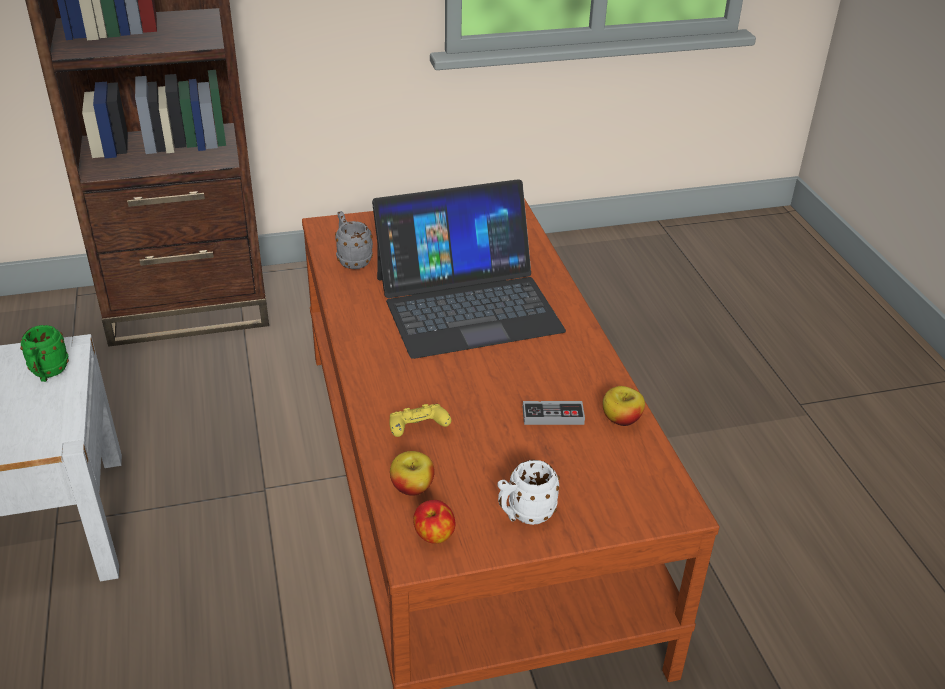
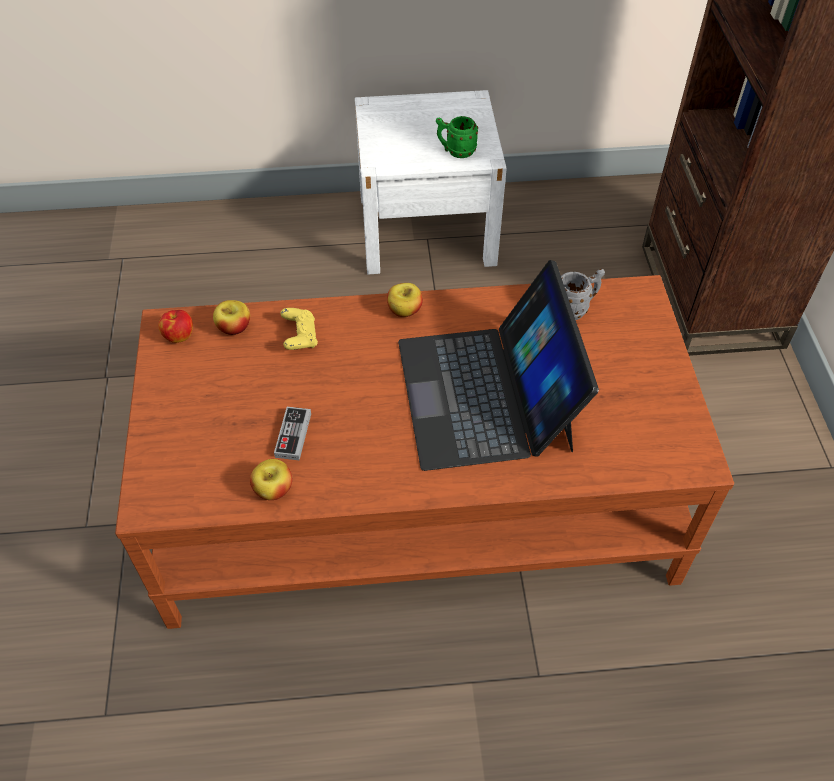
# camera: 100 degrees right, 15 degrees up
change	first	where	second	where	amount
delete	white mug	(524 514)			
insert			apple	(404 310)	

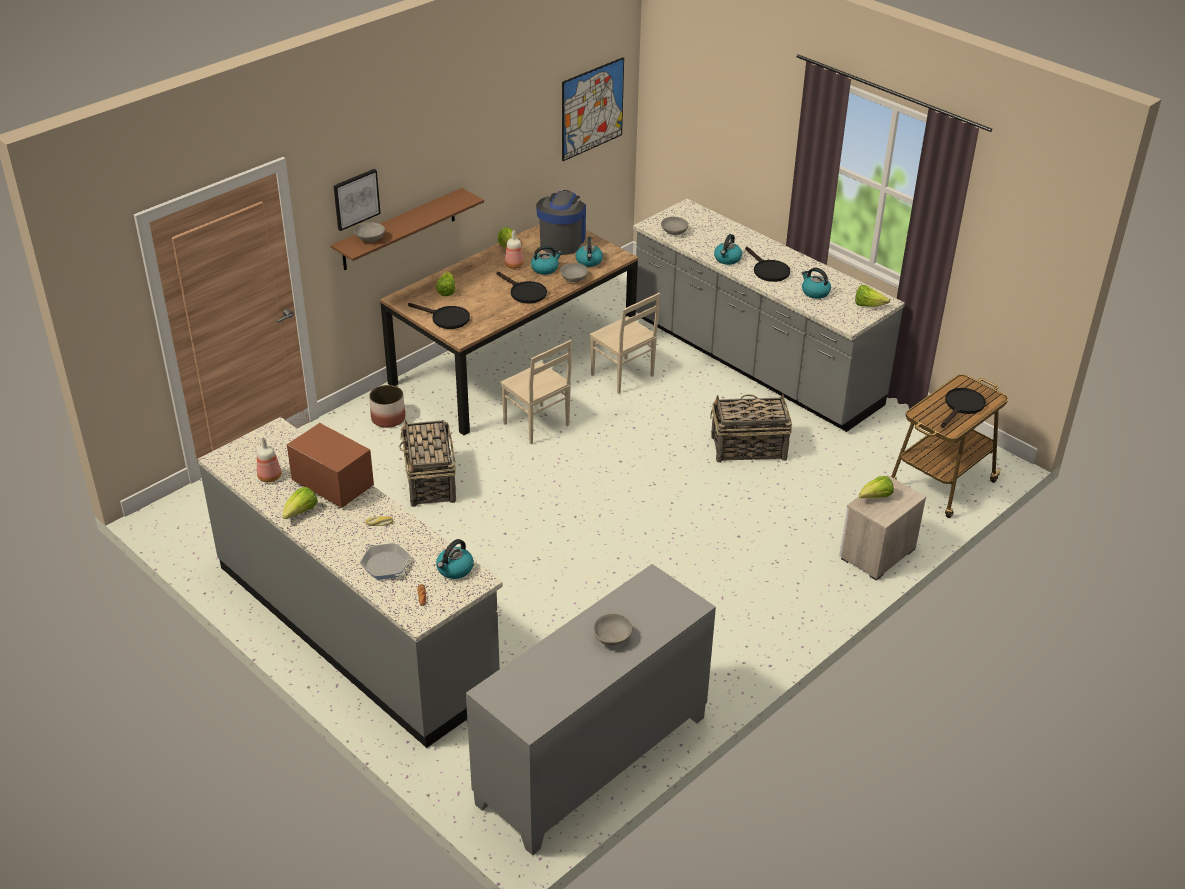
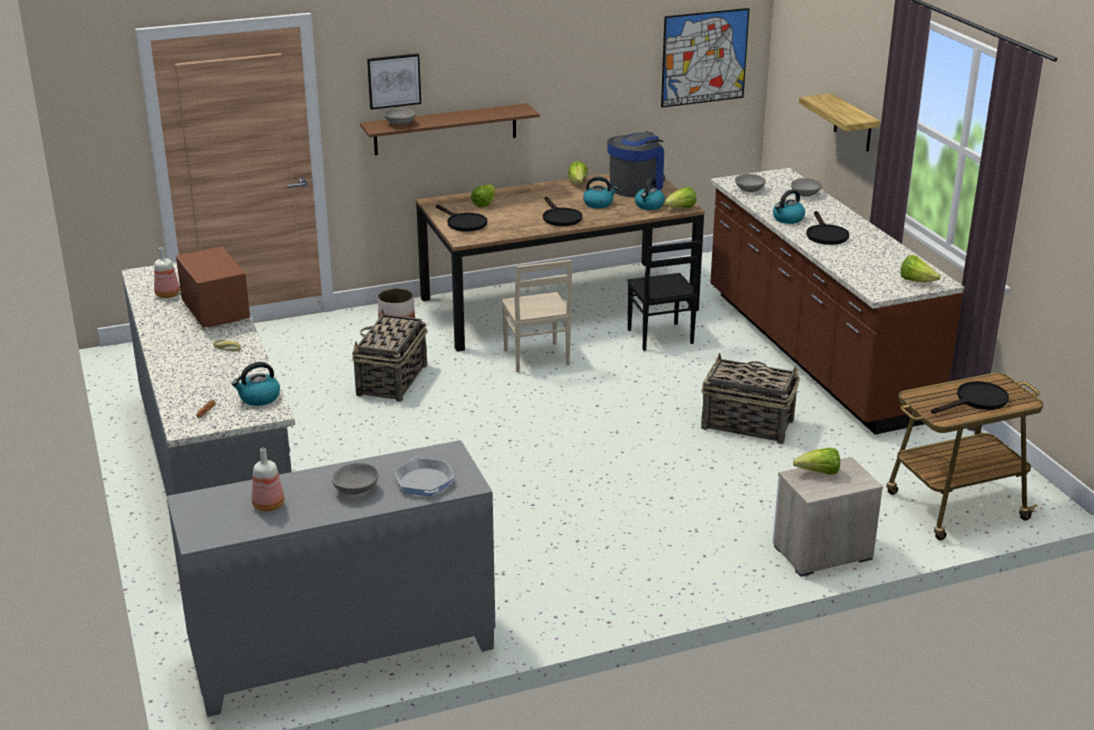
# camera: 25 degrees right, 10 degrees down
change	first	where	second	where	amount
move	lettuce	(301 513)		(680 208)	
move	frying pan	(385 565)		(424 482)	
move	bottle	(514 265)		(267 506)	
move	grey bowl	(574 279)		(805 194)	
recolor	beige chair	(622 376)	black chair	(659 337)	
recolor	grey counter	(753 363)	brown counter	(814 354)	
delete	kettle	(815 292)			
insert			shelf	(853 123)	

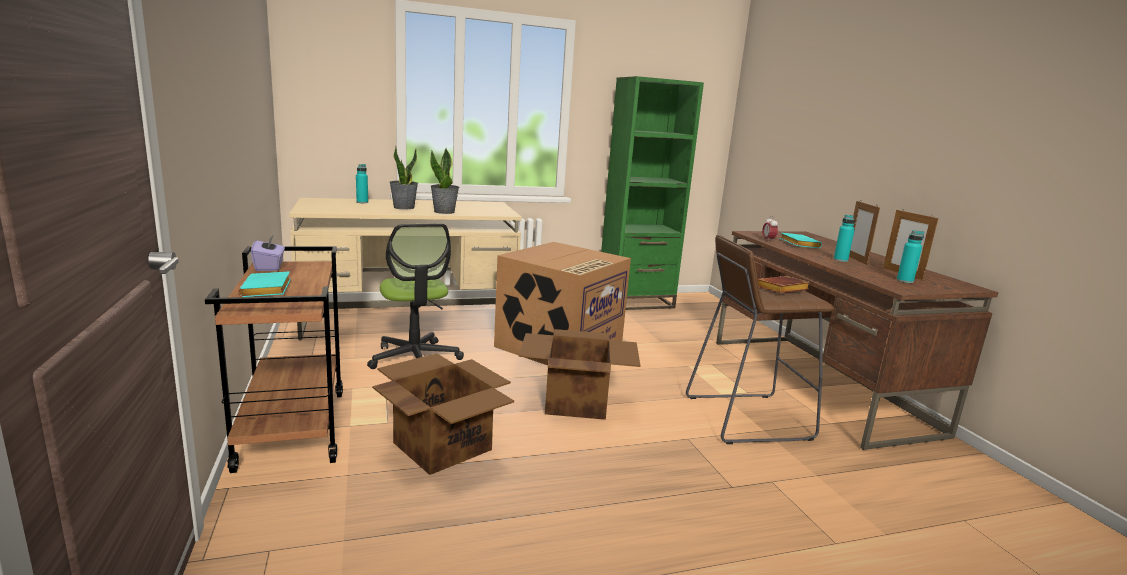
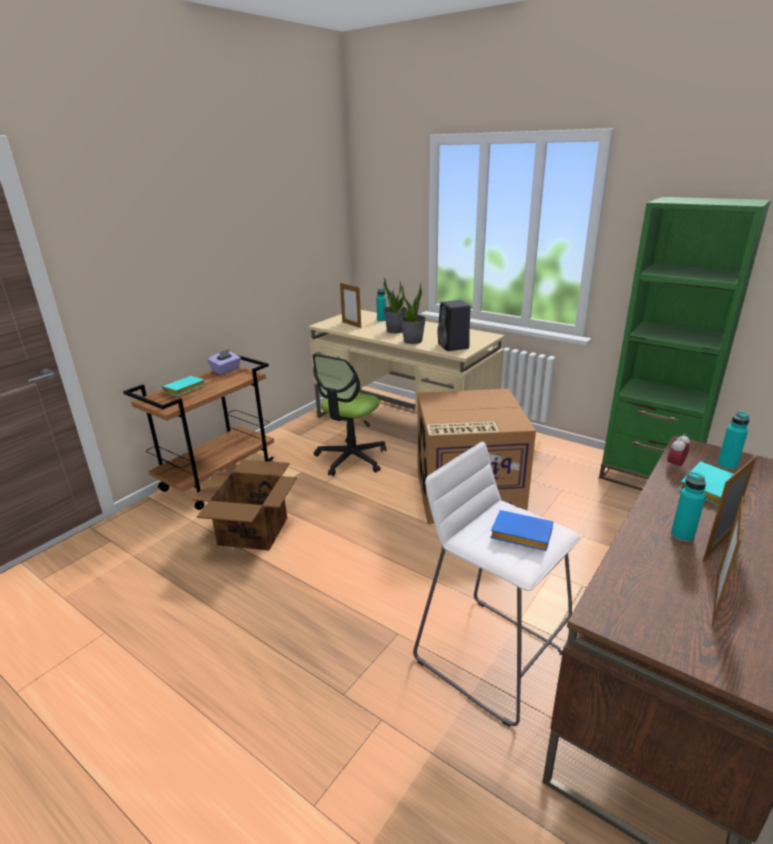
# camera: 55 degrees right, 10 degrees up
change	first	where	second	where	amount
delete	cardboard box	(574 402)			
recolor	brown stool	(746 417)	white stool	(491 655)	
recolor	brown book	(781 289)	blue book	(519 535)	
move	turquoise bottle	(904 281)		(726 466)	
insert			picture frame	(351 325)	
insert			black speaker	(454 346)	

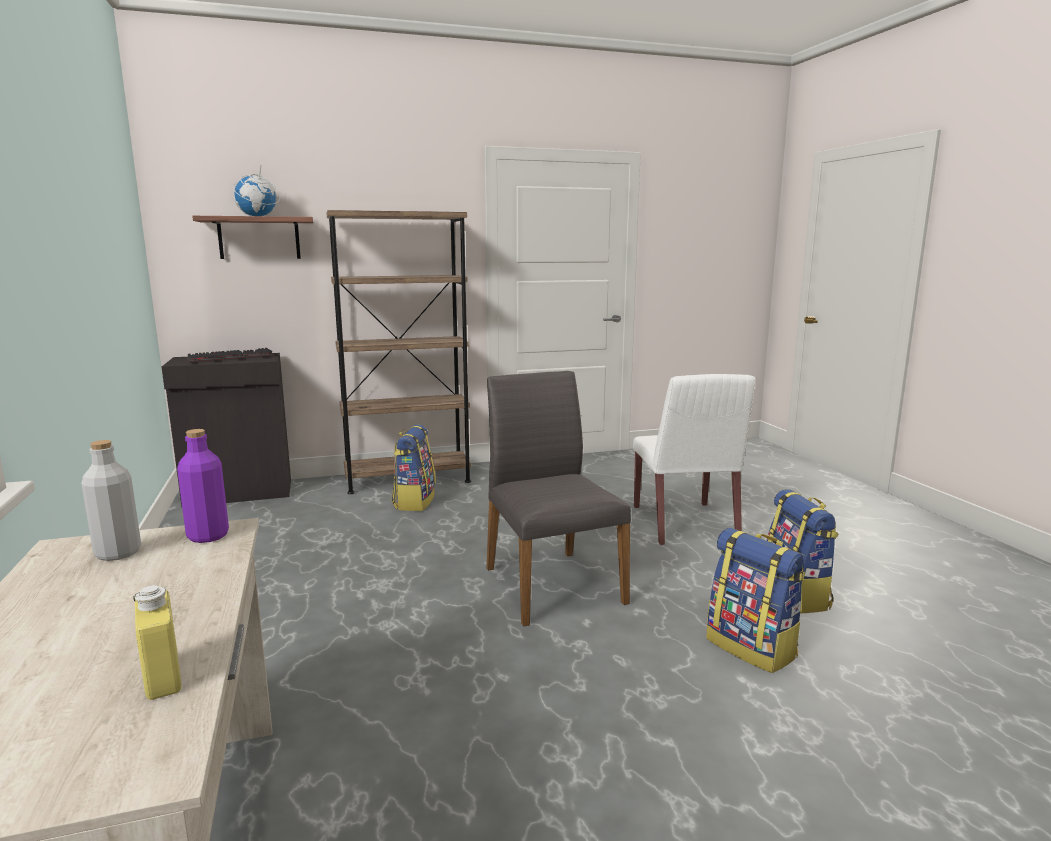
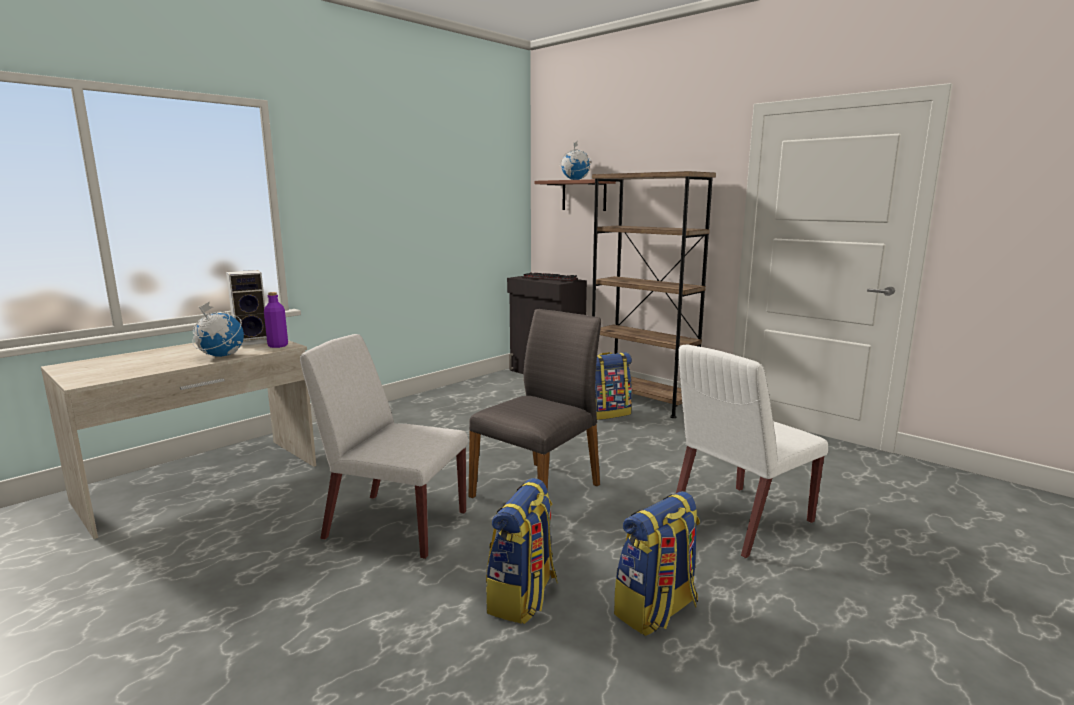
# camera: 60 degrees right, 0 degrees up
change	first	where	second	where	amount
replace	grey bottle	(118 553)	speaker	(253 341)	
delete	yellow bottle	(162 677)			
insert			globe	(221 356)	
insert			white chair	(394 525)	

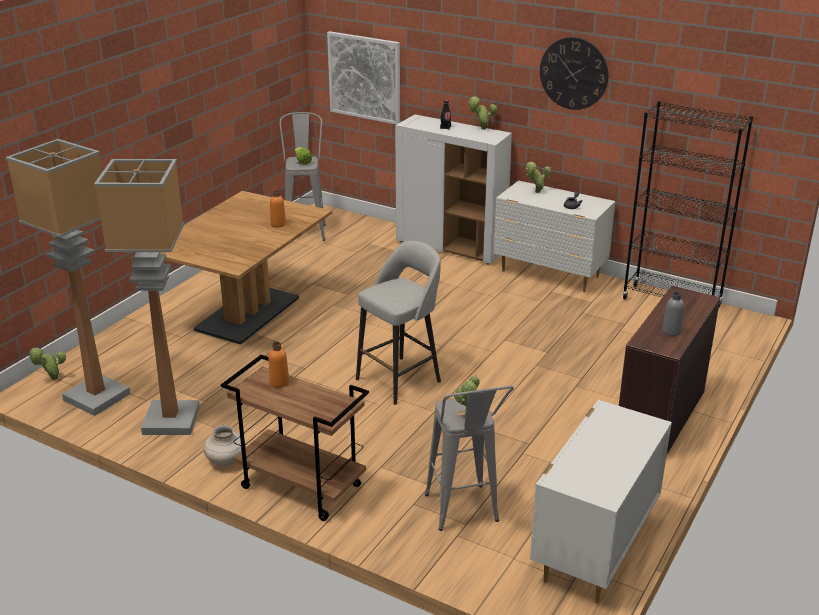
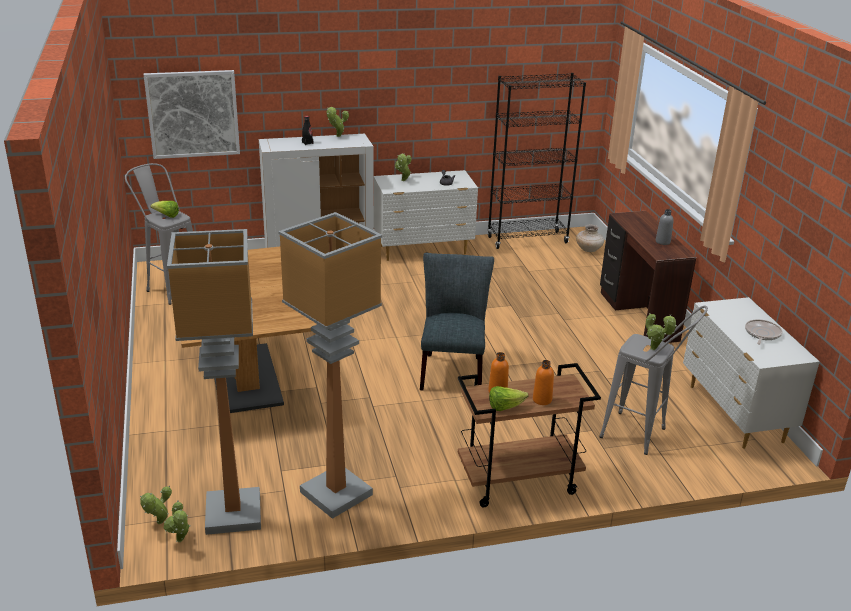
# camera: 45 degrees left, 0 degrees up
change	first	where	second	where	amount
move	beige vase	(226 461)		(589 250)	
move	orange bottle	(278 224)		(542 400)	
replace	grey stool	(400 379)	grey chair	(452 370)	
delete	wall clock	(574 73)			
insert			potted plant	(180 541)	
insert			lettuce	(505 407)	
insert			frying pan	(762 334)	

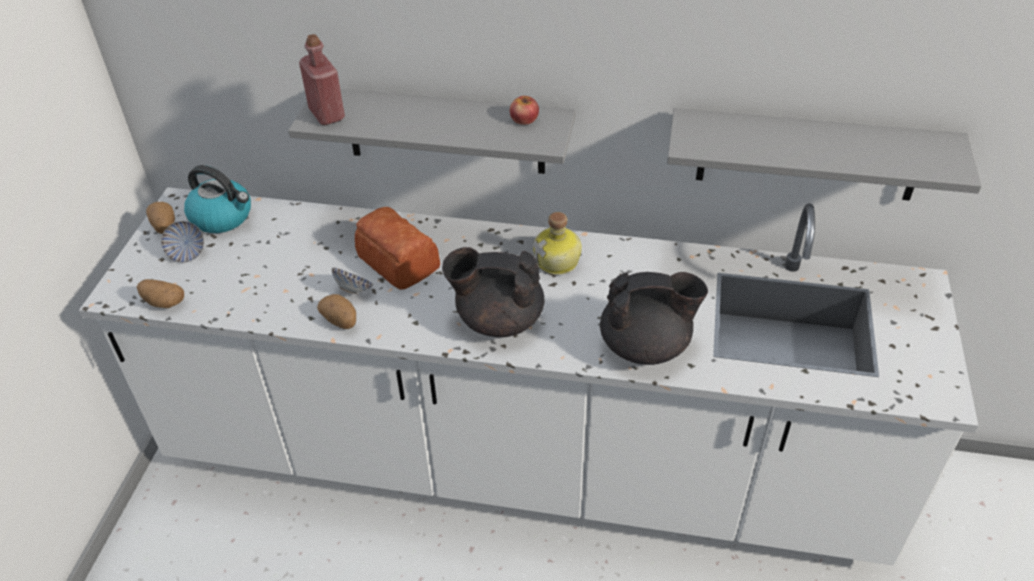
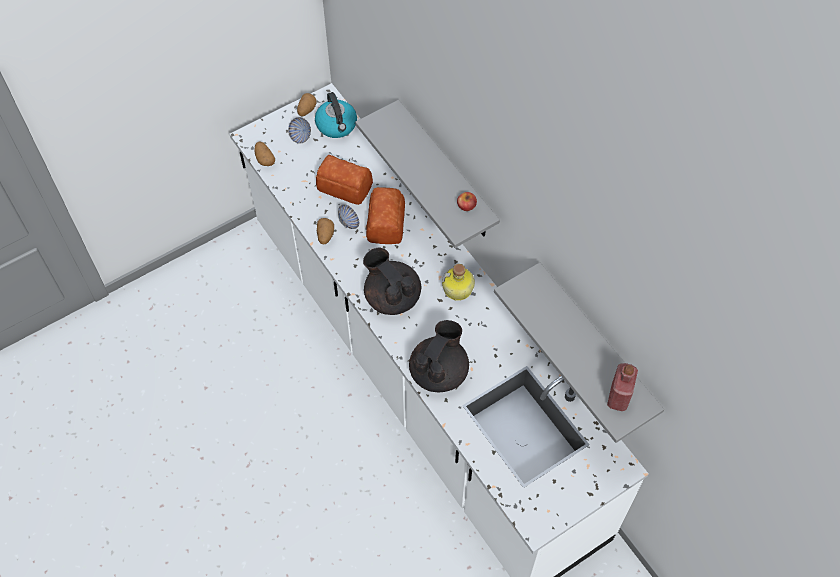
# camera: 45 degrees right, 15 degrees up
change	first	where	second	where	amount
move	red bottle	(327 114)		(618 397)	
rotate	black teapot	(646 346)		(439 372)	105 degrees counterclockwise
insert			bread	(345 187)	

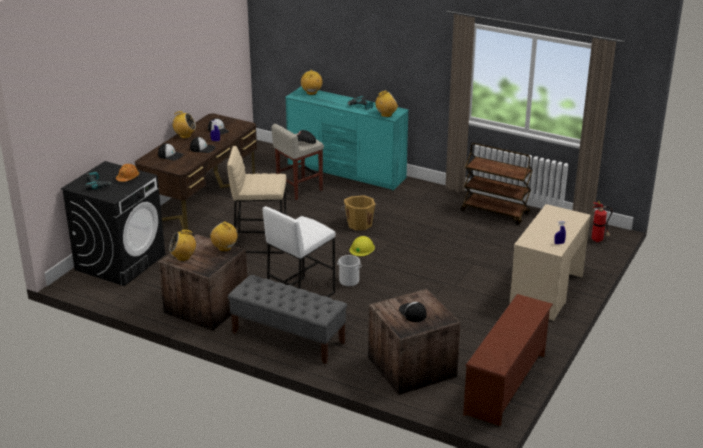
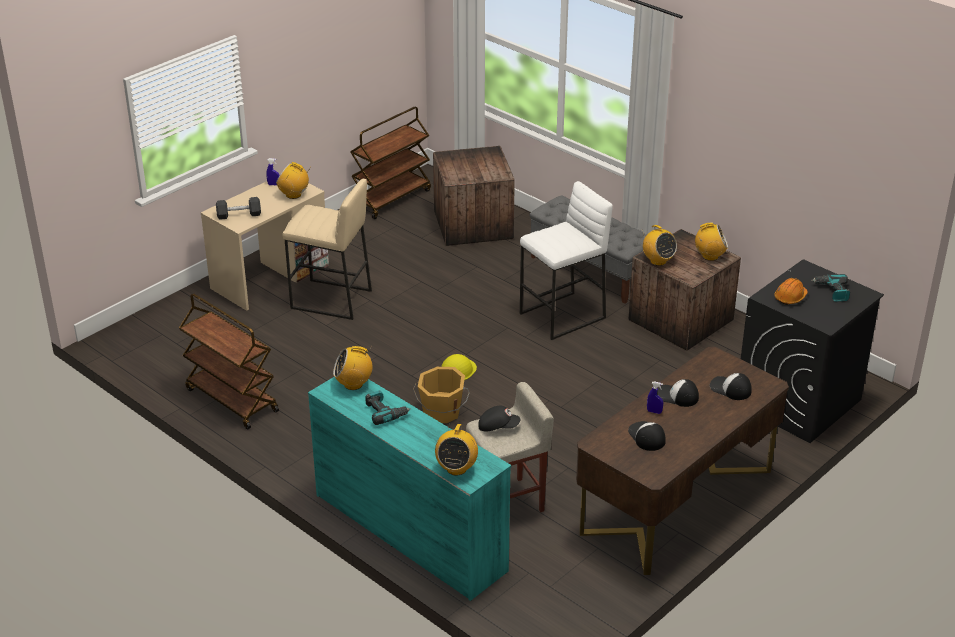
# camera: 165 degrees left, 5 degrees up
change	first	where	second	where	amount
move	radio	(184 136)		(294 195)	
move	beige stool	(260 242)		(331 300)	
delete	bucket	(349 281)			
delete	cap	(412 313)			
replace	brown shoe rack	(506 384)	brown cart	(391 198)	
delete	fire extinguisher	(598 240)			
insert			grey dumbbell	(239 215)	

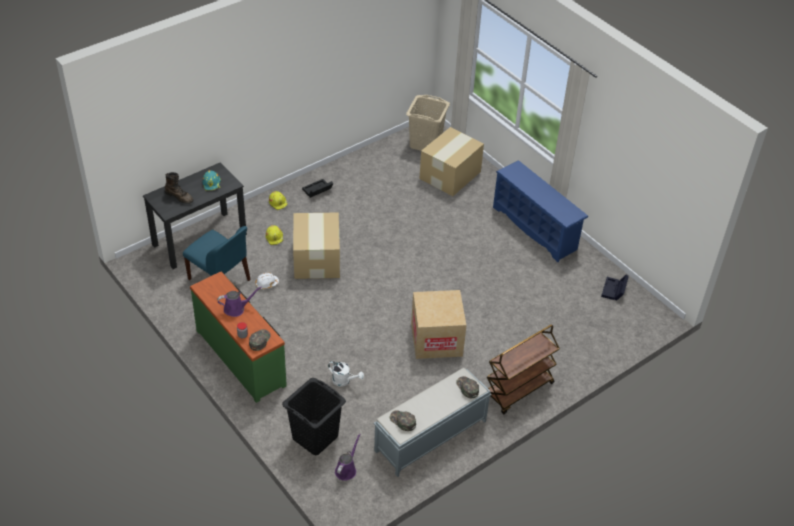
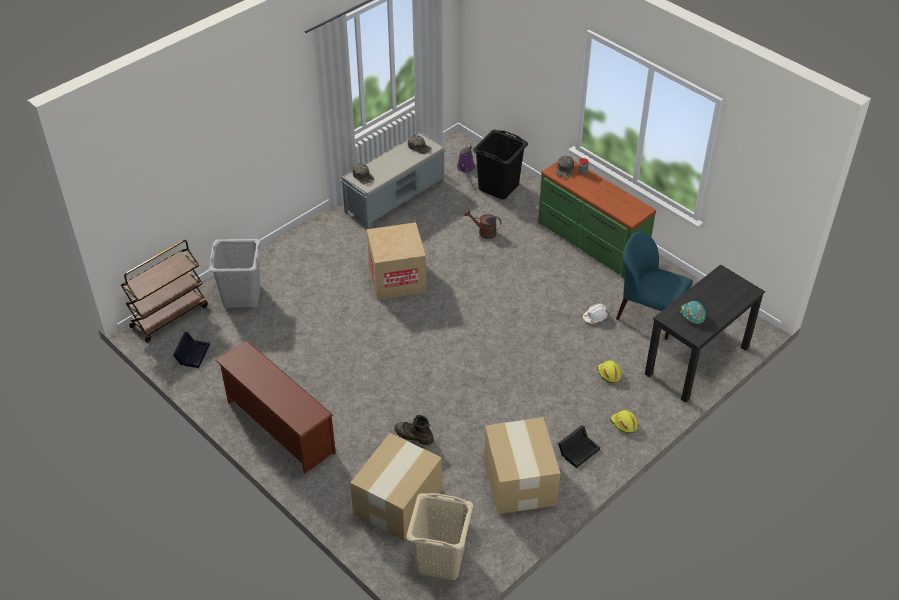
# camera: 175 degrees right, 0 degrees up
change	first	where	second	where	amount
move	brown boot	(179 197)		(413 436)	
delete	purple watering can	(236 309)			
move	cardboard box	(317 258)		(519 482)	
recolor	white watering can	(344 381)	brown watering can	(484 232)	
move	brown cart	(518 390)		(169 316)	
recolor	blue shoe rack	(536 228)	brown shoe rack	(278 427)	
insert			grey laundry basket	(241 295)	

